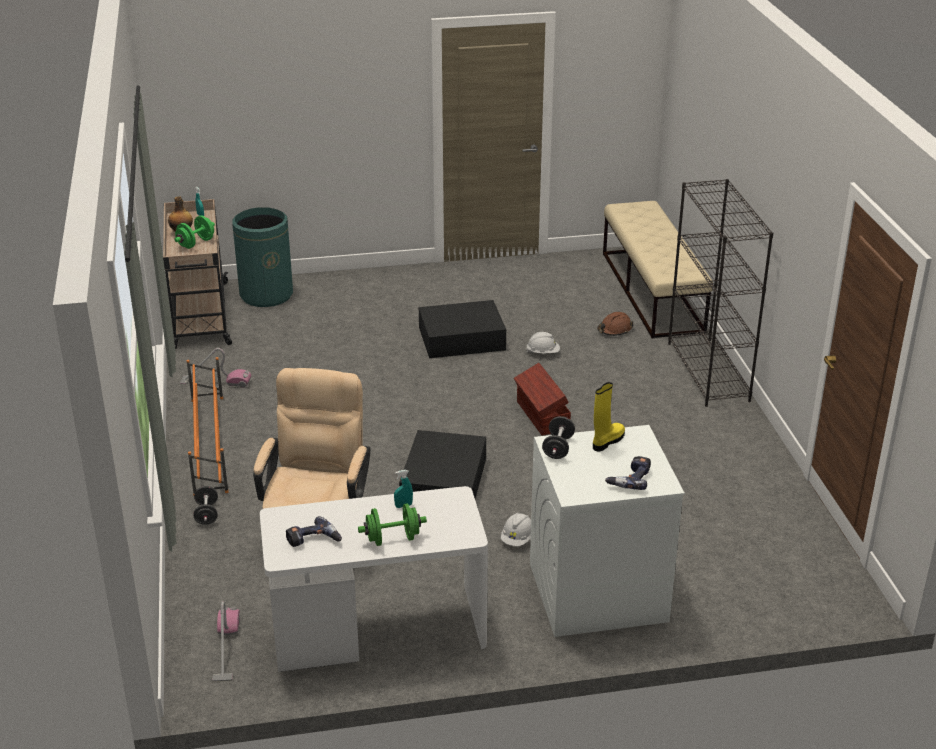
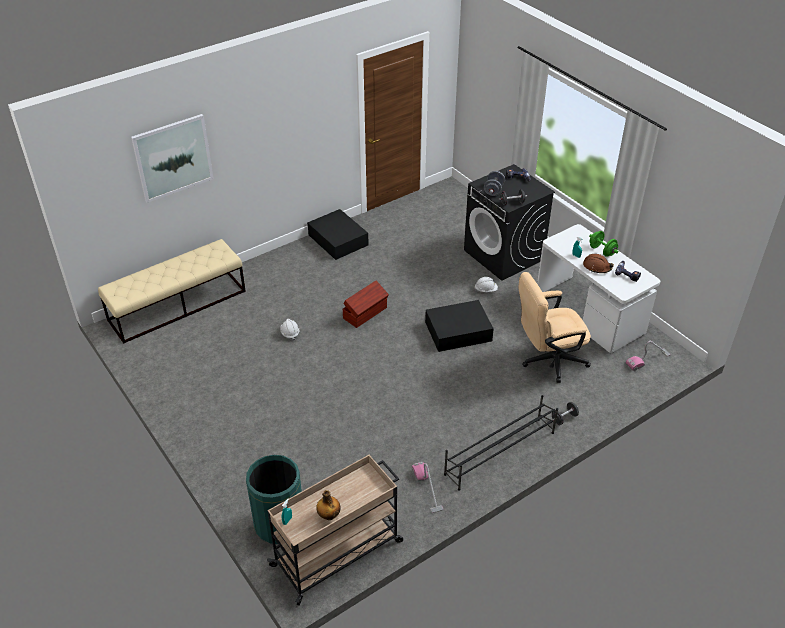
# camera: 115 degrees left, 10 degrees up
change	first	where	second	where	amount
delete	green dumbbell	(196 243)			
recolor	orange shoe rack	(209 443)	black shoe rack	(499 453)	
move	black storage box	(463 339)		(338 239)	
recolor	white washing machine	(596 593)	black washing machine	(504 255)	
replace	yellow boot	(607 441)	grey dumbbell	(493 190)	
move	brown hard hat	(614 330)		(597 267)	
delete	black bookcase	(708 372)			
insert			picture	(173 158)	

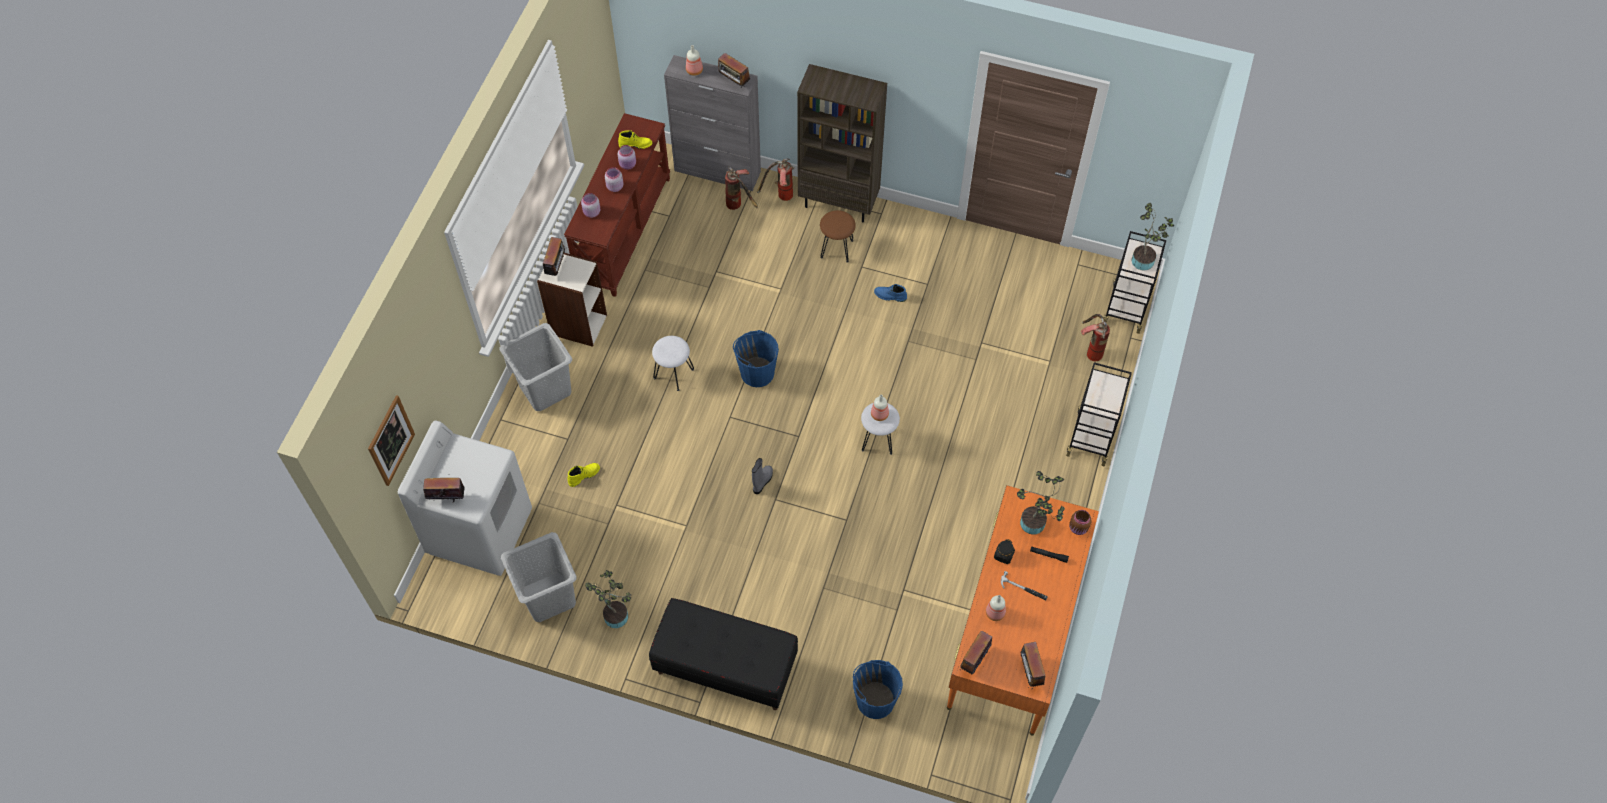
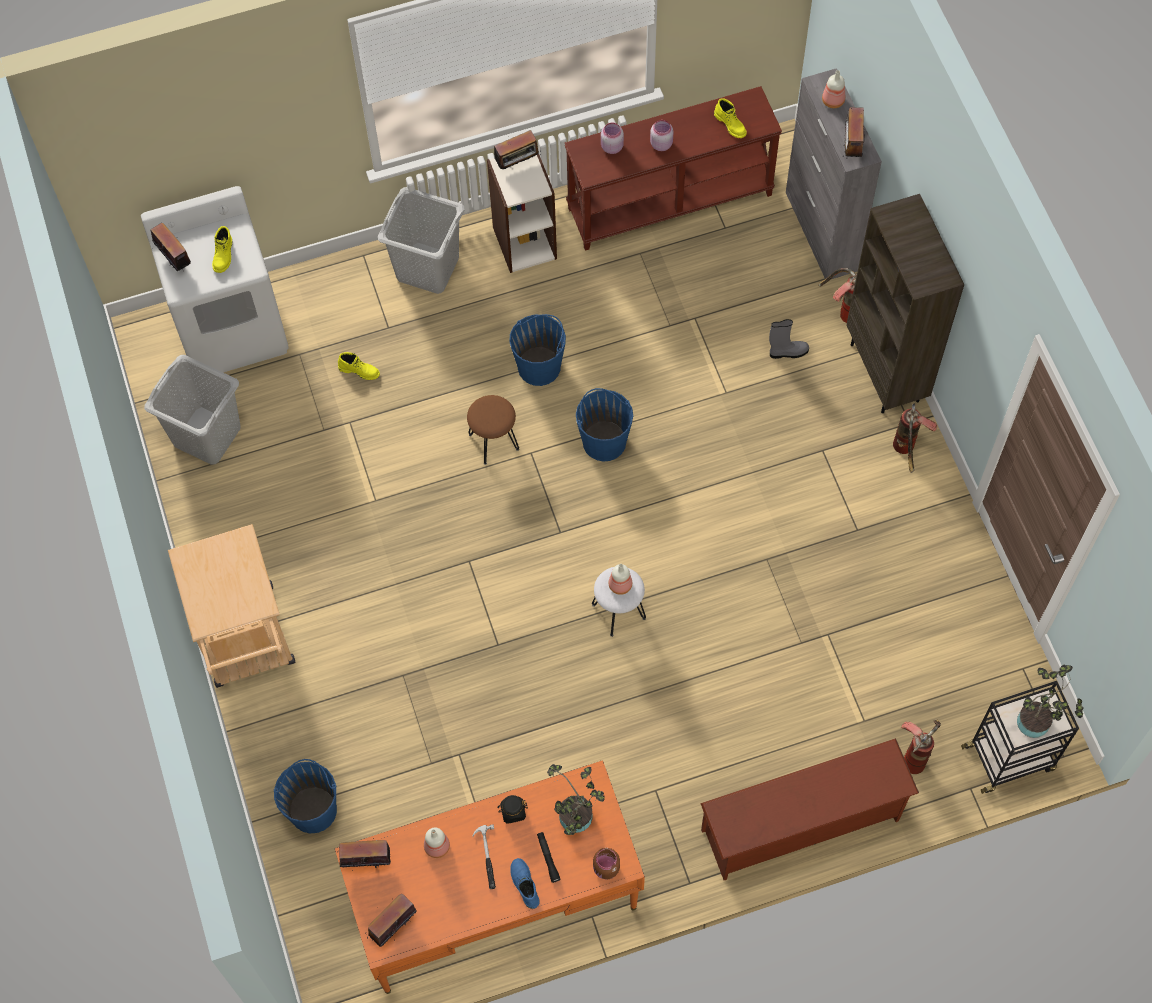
# camera: 55 degrees right, 5 degrees up
change	first	where	second	where	amount
delete	picture	(390 440)			
delete	potted plant	(615 614)			
delete	pink jar	(628 165)			
replace	black bench	(725 667)	beige cart	(247 644)	
replace	white stool	(674 373)	blue bucket	(539 366)	
move	fire extinguisher	(739 205)		(906 452)	
move	grey boot	(762 482)		(787 352)	
move	brown stool	(836 249)		(493 441)	
move	blue boot	(890 296)		(524 884)	
replace	black cart	(1091 436)	brown shoe rack	(801 827)	
insert			yellow boot	(224 255)	

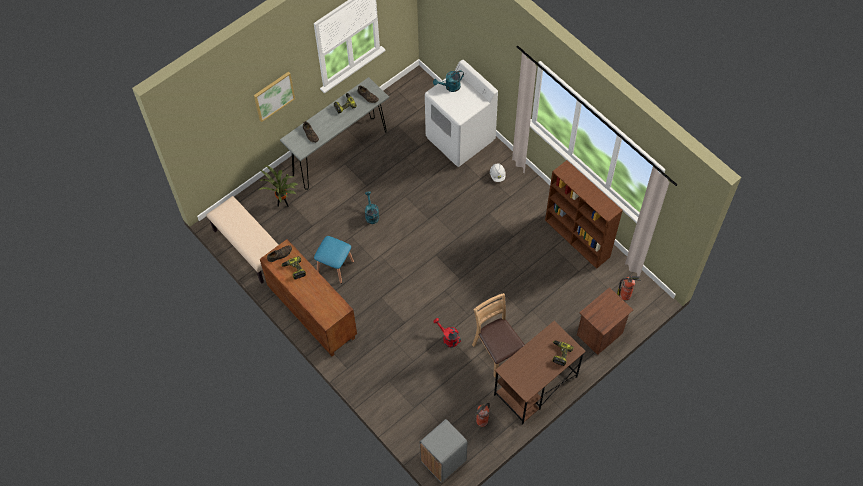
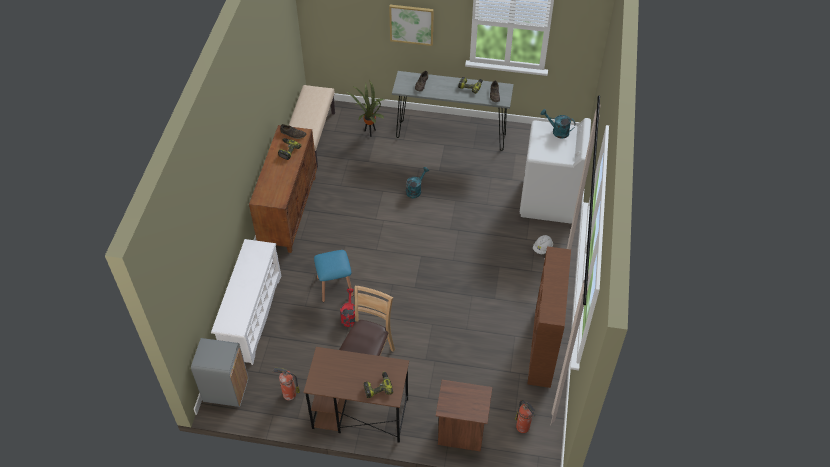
# camera: 50 degrees right, 10 degrees down
change	first	where	second	where	amount
move	blue stool	(335 267)		(335 286)	
insert			white shoe rack	(251 316)	

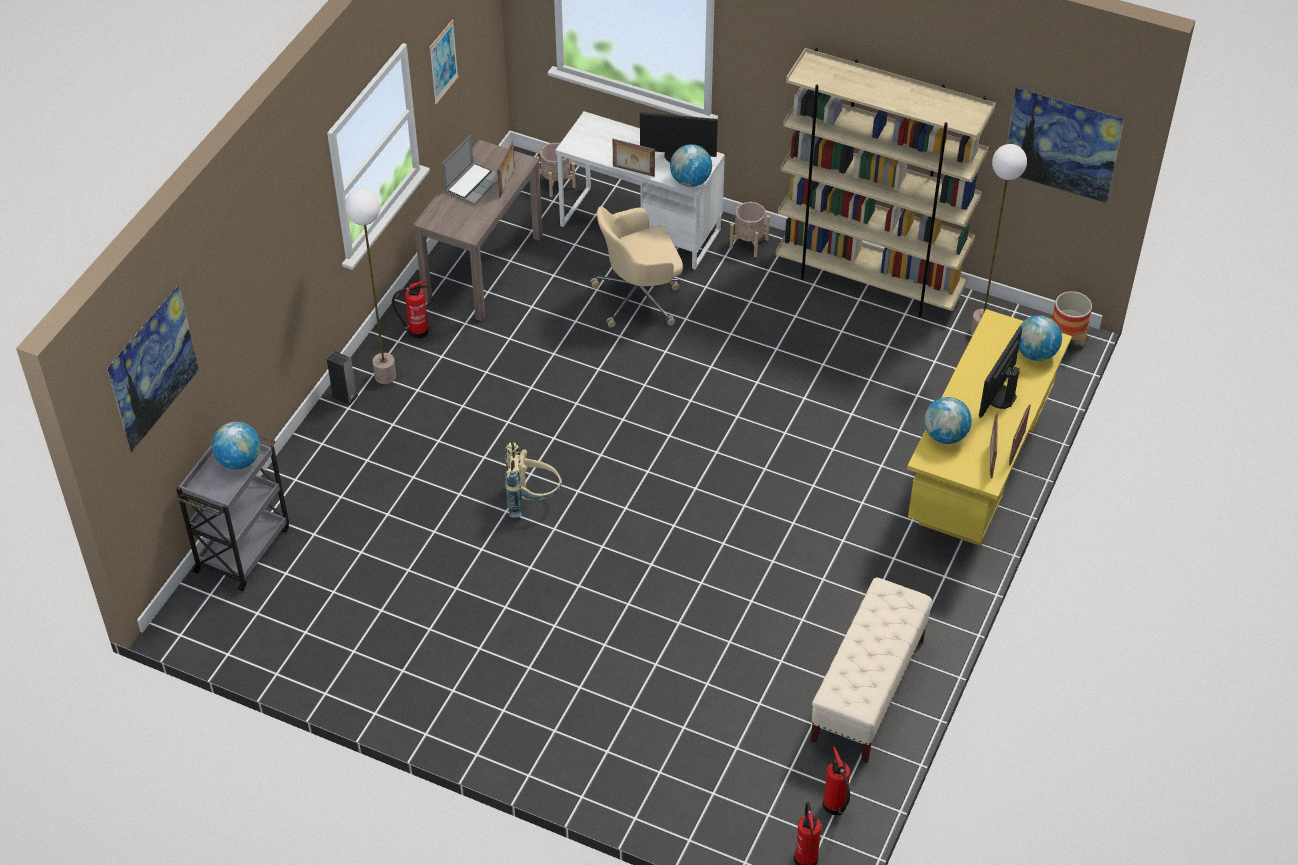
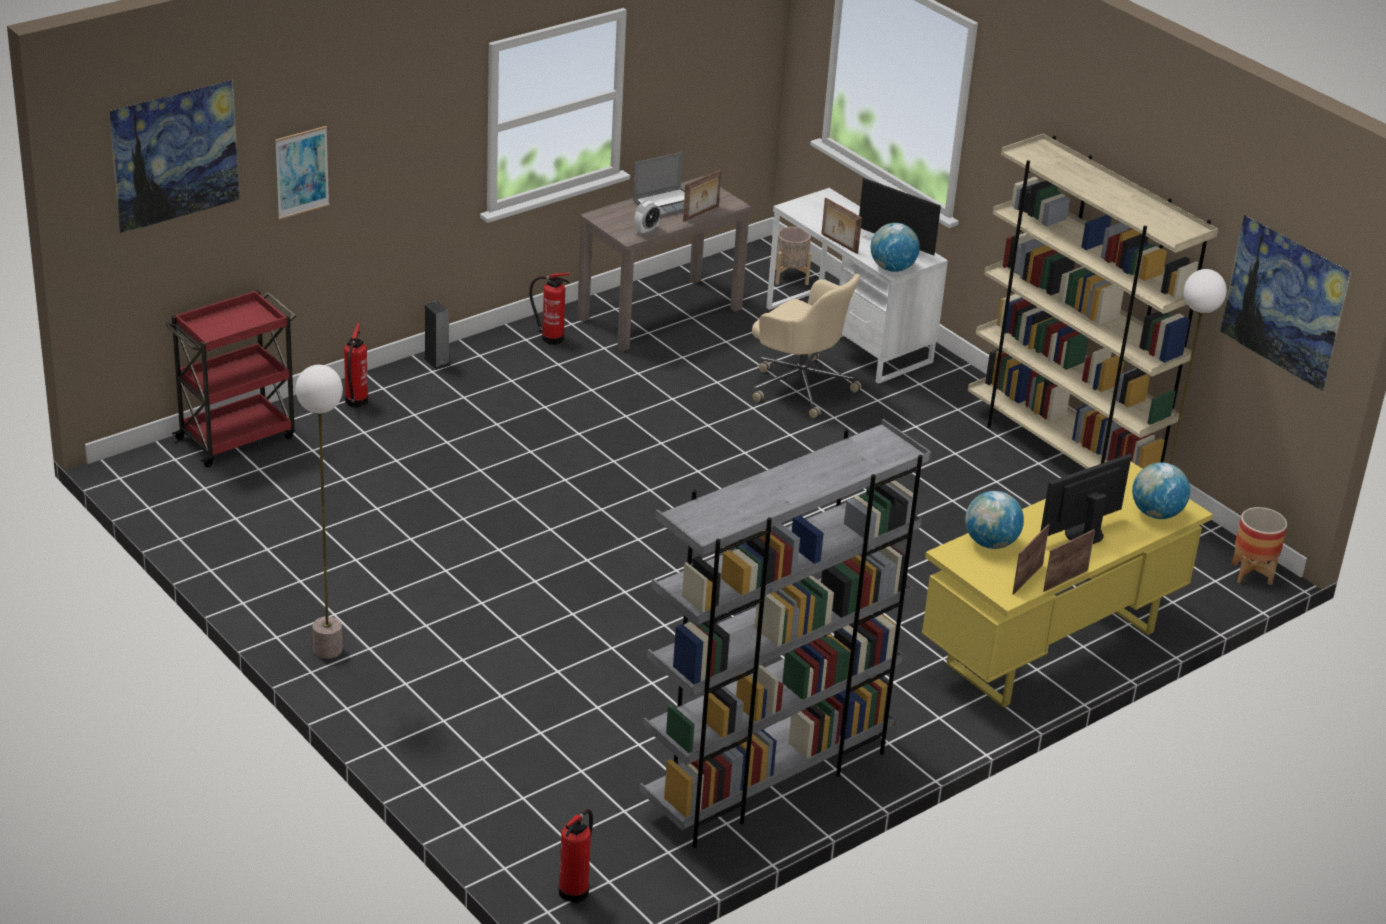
# camera: 25 degrees right, 15 degrees down
change	first	where	second	where	amount
recolor	grey cart	(243 548)	red cart	(237 437)	
delete	globe	(239 460)			
move	floor lamp	(385 376)		(328 649)	
move	picture	(443 62)		(302 172)	
delete	beige backpack	(532 500)			
rotate	beige office chair	(639 297)		(800 386)	150 degrees counterclockwise
delete	beige planter	(748 243)			
replace	beige bench	(867 691)	grey bookcase	(767 779)	
move	fire extinguisher	(835 807)		(355 402)	
insert			alarm clock	(646 231)	

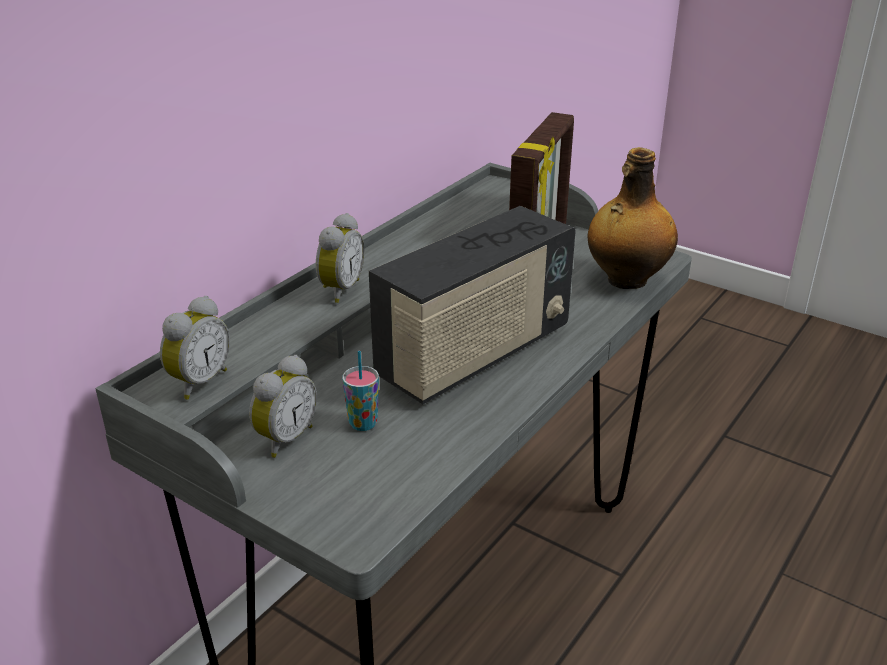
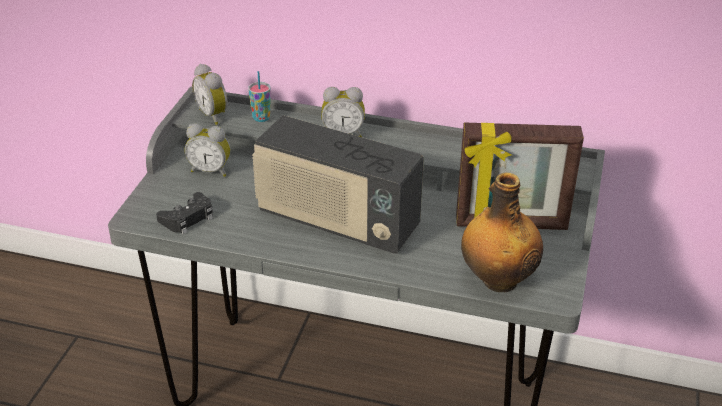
# camera: 70 degrees right, 5 degrees up
change	first	where	second	where	amount
rotate	alarm clock	(198 382)		(214 115)	45 degrees clockwise
move	cup	(363 423)		(261 118)	
insert			black game controller	(188 218)	

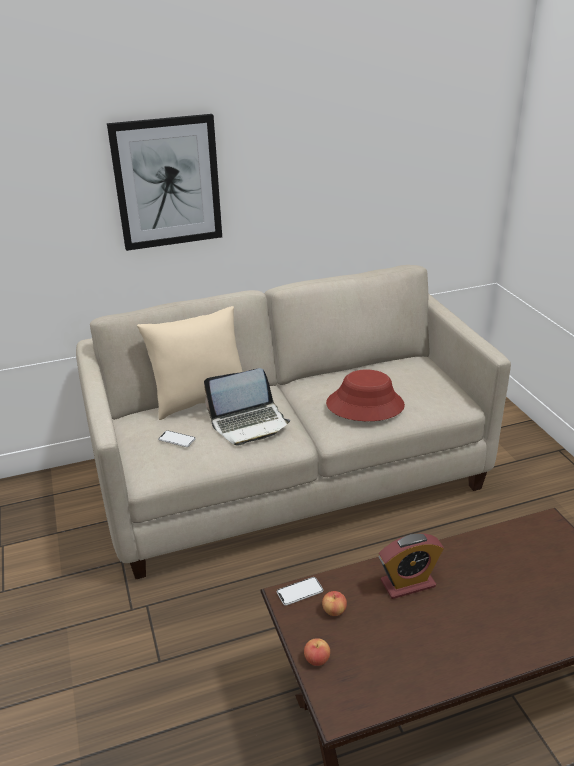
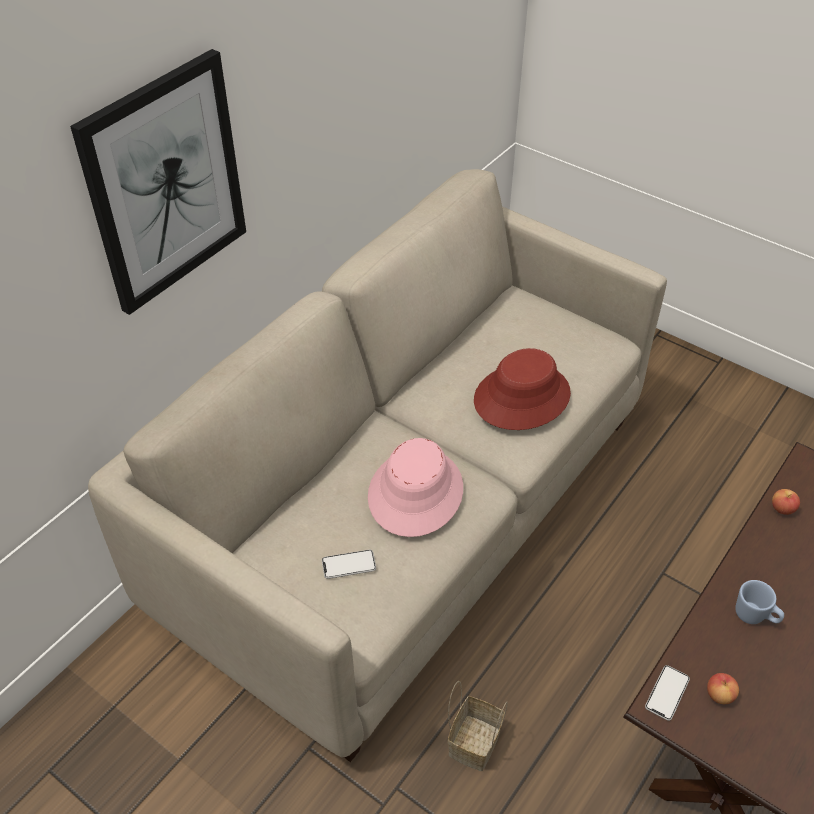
# camera: 35 degrees left, 15 degrees up
change	first	where	second	where	amount
delete	beige pillow	(199 401)			
replace	laptop	(249 423)	pink hat	(415 492)	
move	apple	(317 659)		(782 508)	
replace	alarm clock	(408 583)	blue mug	(755 616)	
insert			basket	(474 740)	

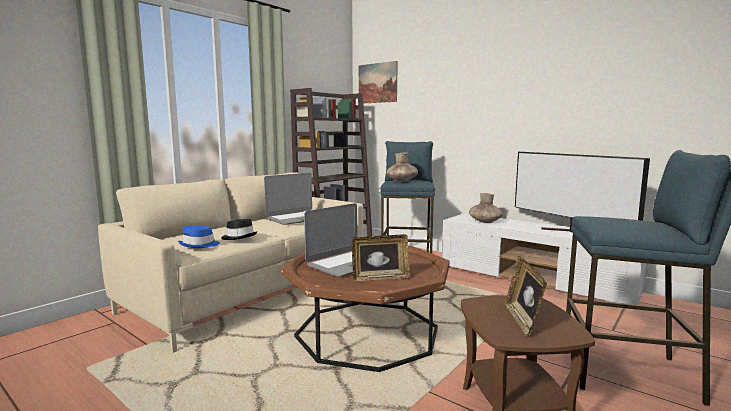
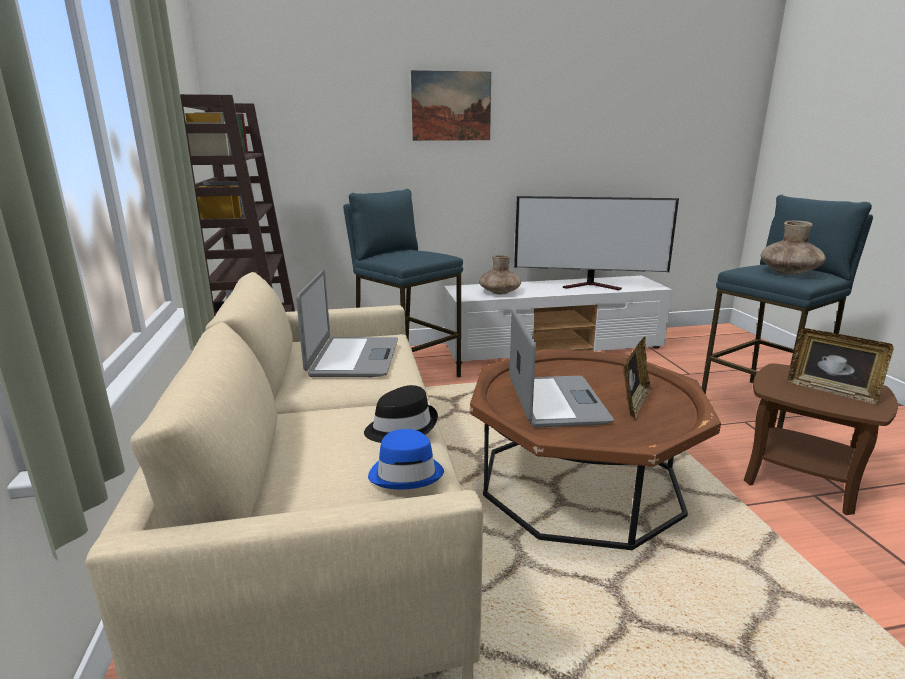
# camera: 50 degrees left, 10 degrees up
change	first	where	second	where	amount
move	picture	(377 83)		(451 106)	
move	brown vase	(401 181)		(789 272)	

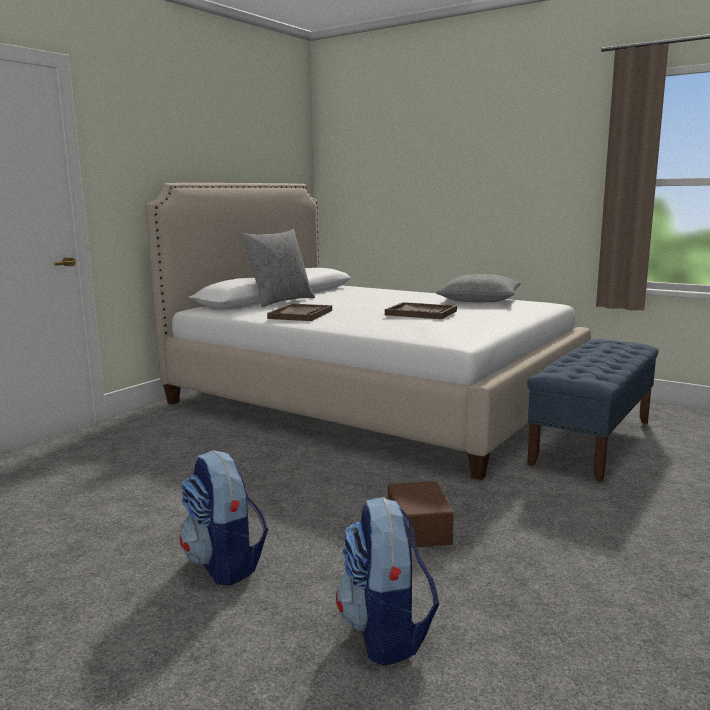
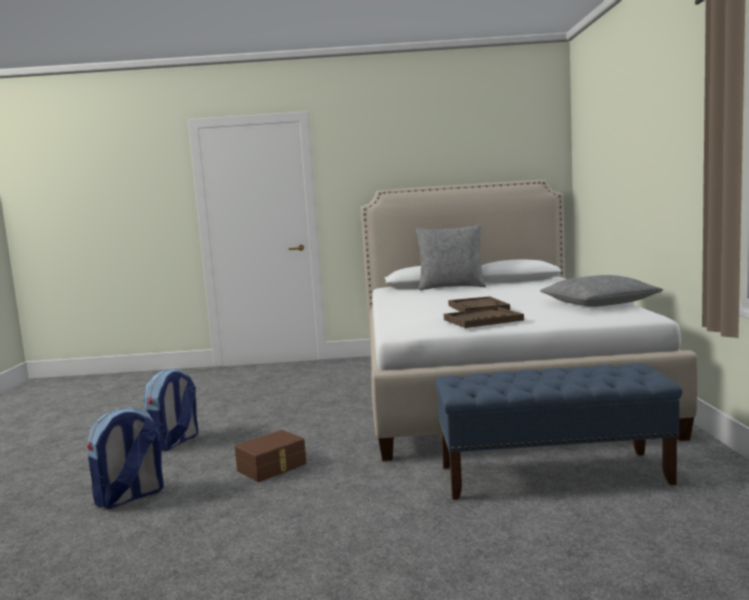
# camera: 55 degrees right, 5 degrees down
change	first	where	second	where	amount
move	brown tray	(300 314)		(482 320)	

